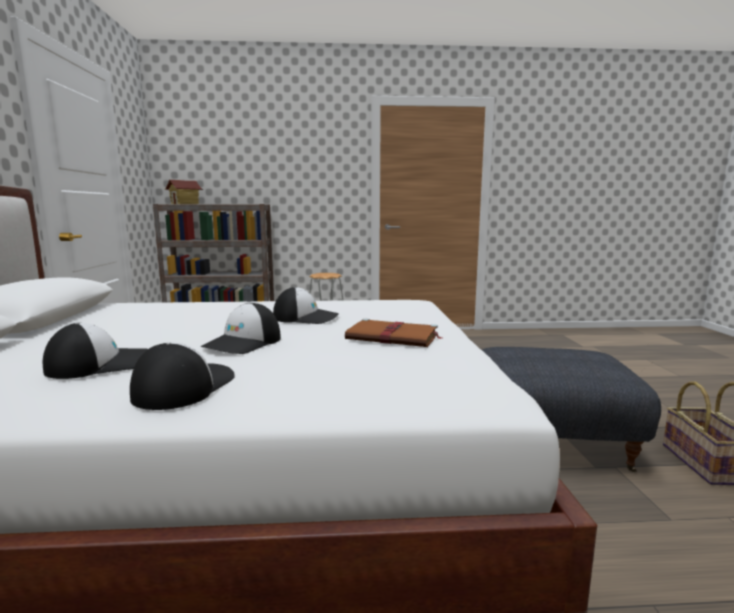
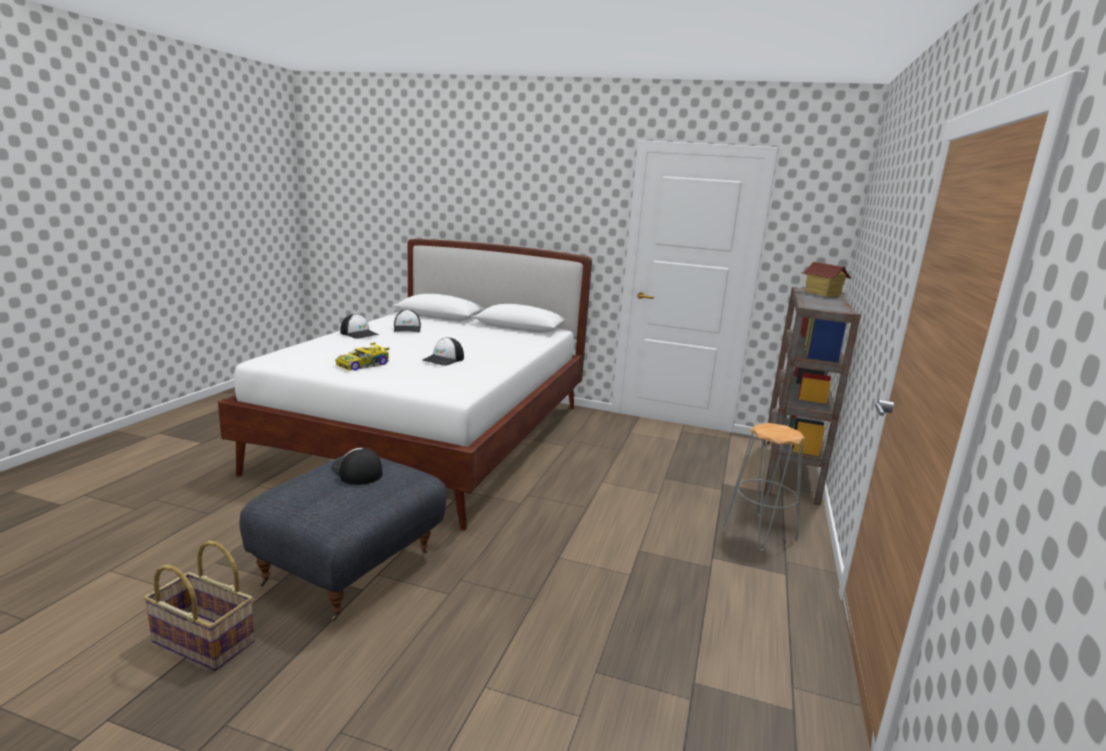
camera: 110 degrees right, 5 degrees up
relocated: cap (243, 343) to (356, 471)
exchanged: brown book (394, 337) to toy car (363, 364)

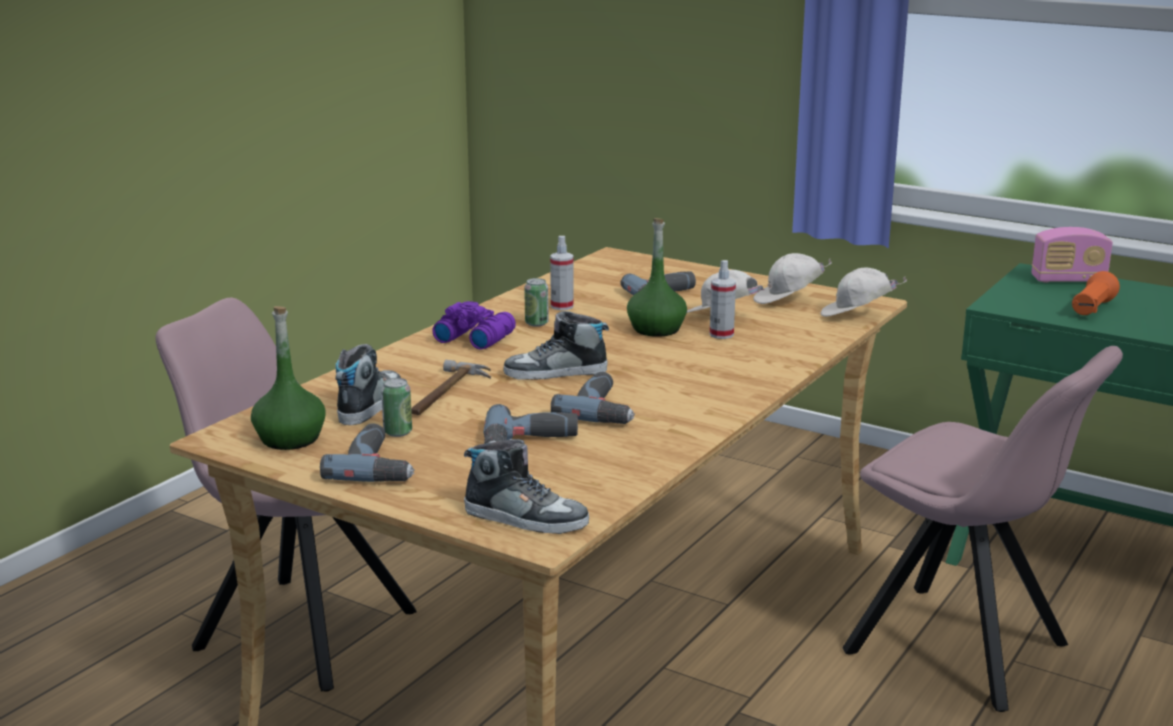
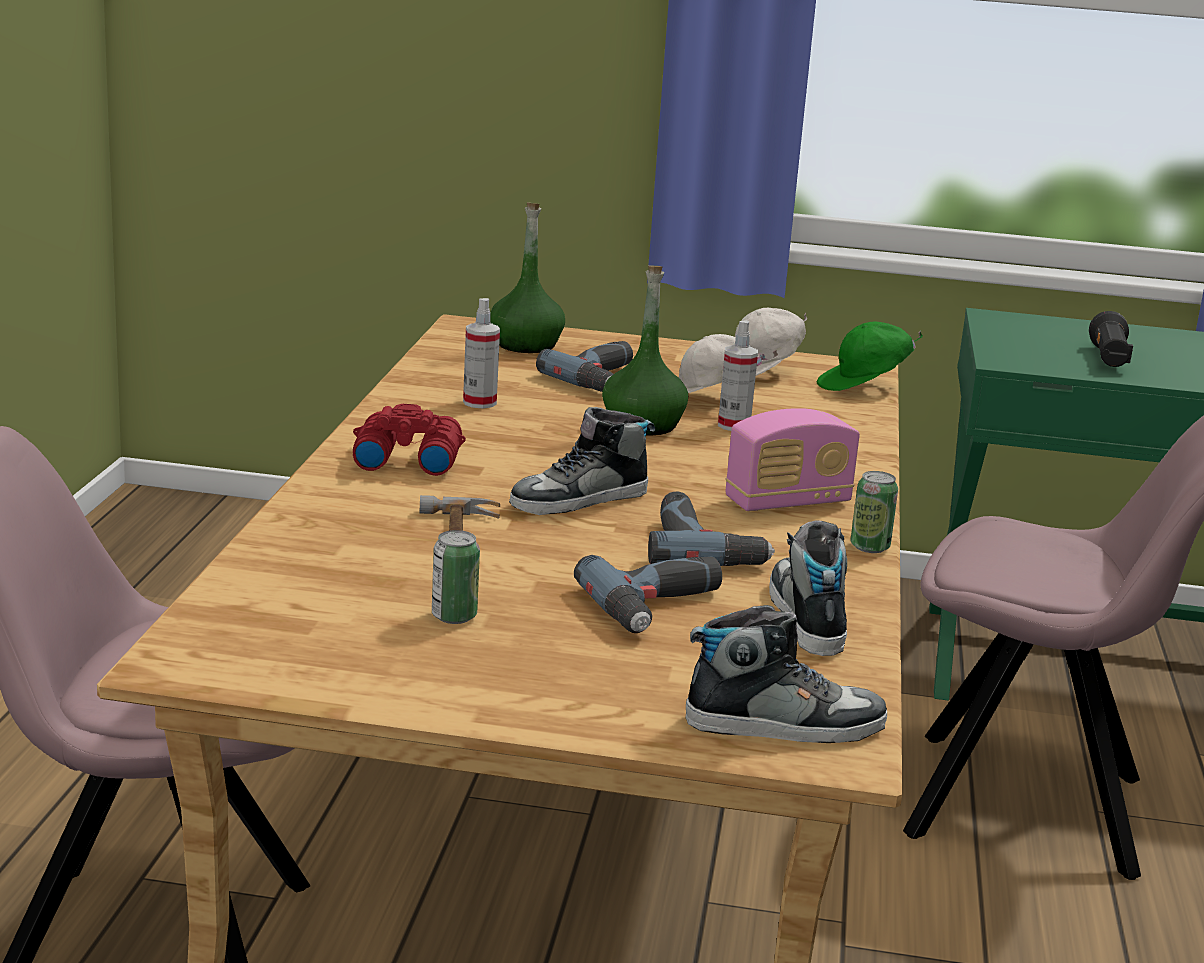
camera: 25 degrees left, 0 degrees up
missing: power drill (378, 465)
relocated: green bottle (290, 439) to (525, 345); radio (1068, 280) to (788, 502); shoe (370, 405) to (806, 617); can (536, 323) to (869, 547)
colour: purple binoculars (474, 337) to red binoculars (405, 458); white cap (857, 315) to green cap (865, 386); orange flashlight (1091, 309) to black flashlight (1108, 359)

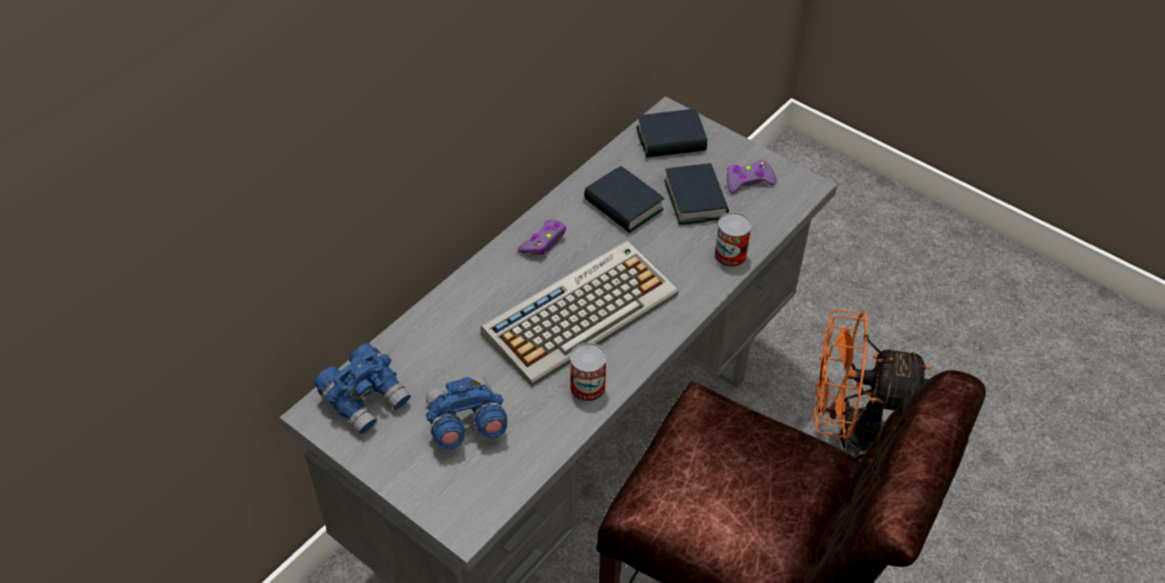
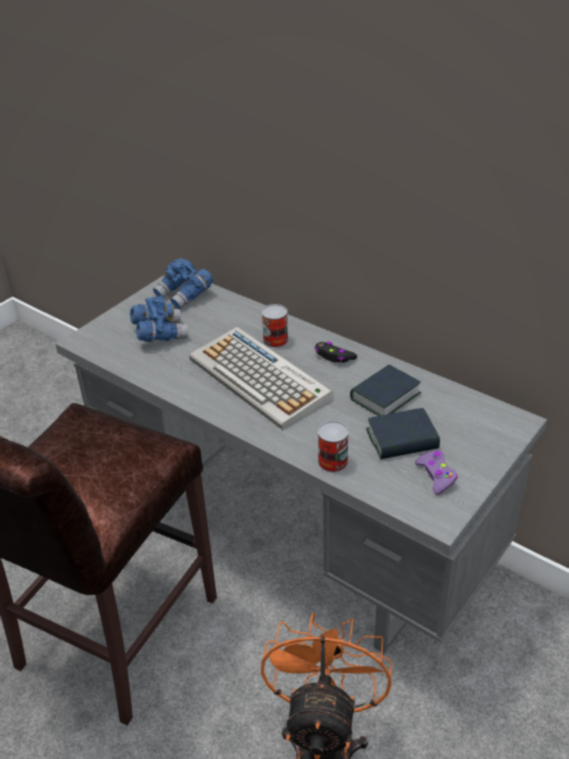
camera: 90 degrees right, 10 degrees down
missing: book (671, 140)
relocated: can (587, 387) to (275, 340)
colour: purple game controller (543, 242) to black game controller (334, 356)

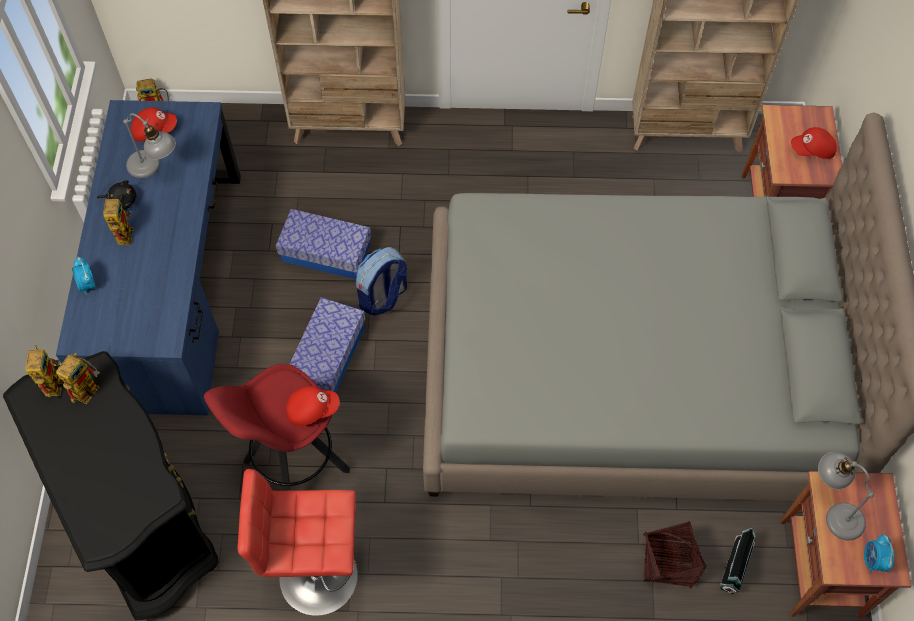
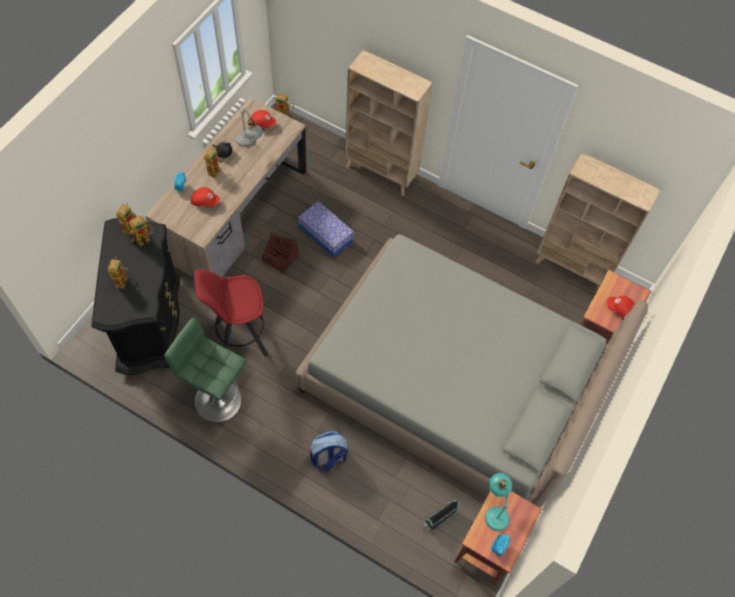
camera: 25 degrees right, 0 degrees up
missing: storage box (328, 355)
appeared: toy robot (121, 279)
relocated: red cap (312, 409) to (205, 201); basket (668, 562) to (280, 259); backpack (383, 297) to (328, 458)
colour: blue desk (172, 288) to brown desk (235, 213); red stool (317, 576) to green stool (217, 399); grey table lamp (833, 507) to turquoise table lamp (495, 507)

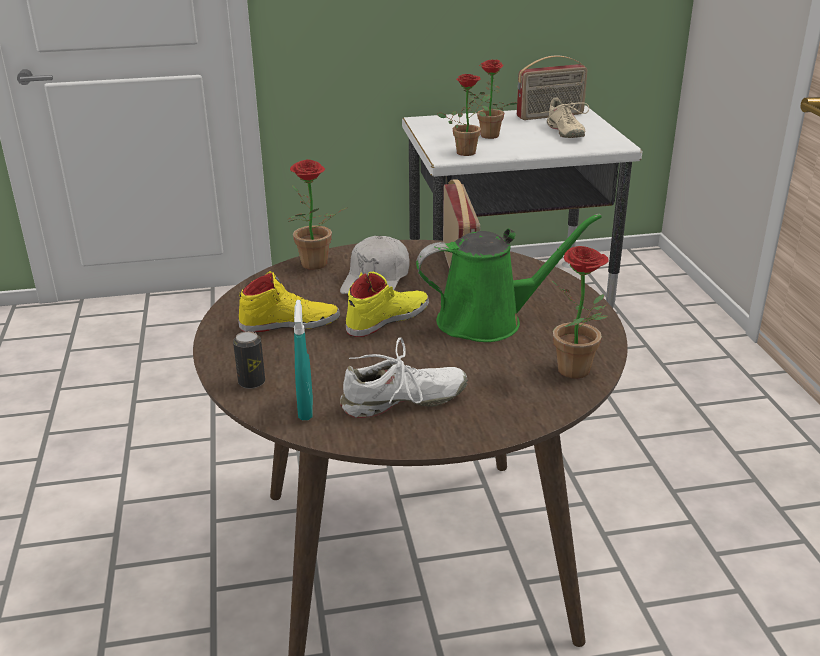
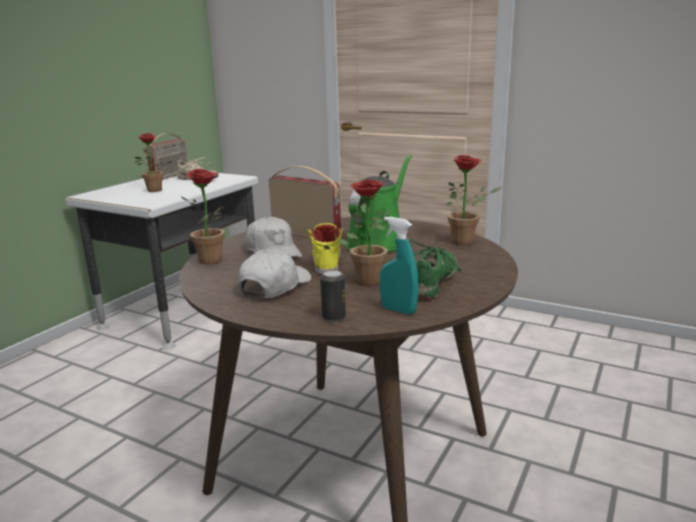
camera: 50 degrees left, 10 degrees down
relocated: potted plant (467, 151) to (366, 279)
exchanged: yellow shoe (289, 322) to white cap (275, 286)
colour: white shoe (404, 402) to green shoe (433, 283)

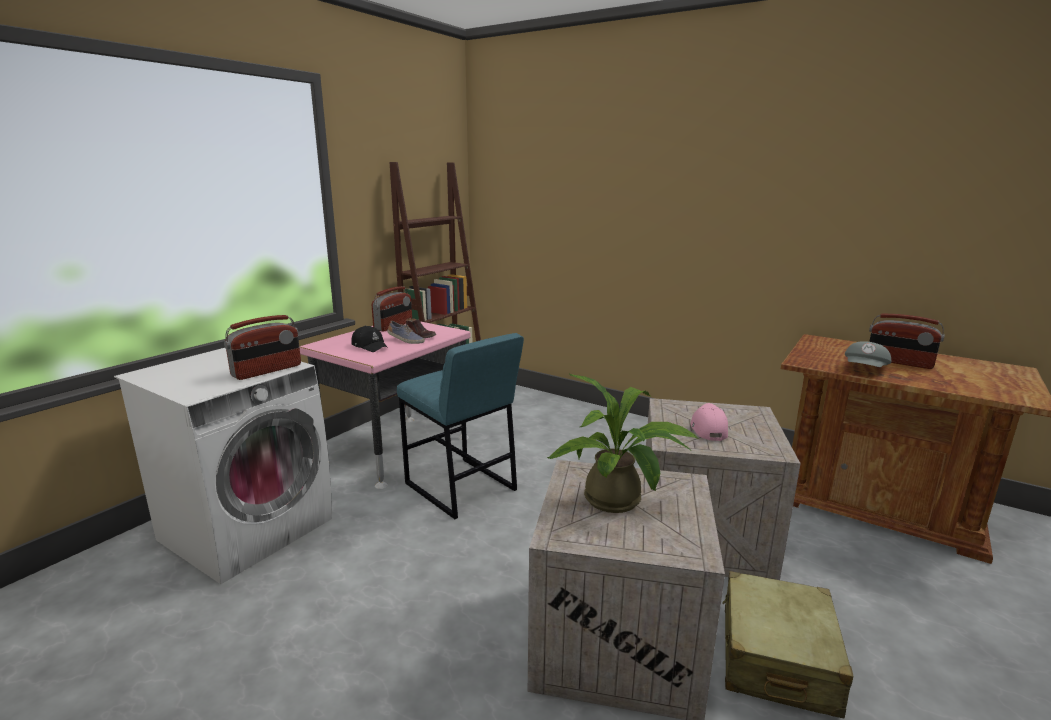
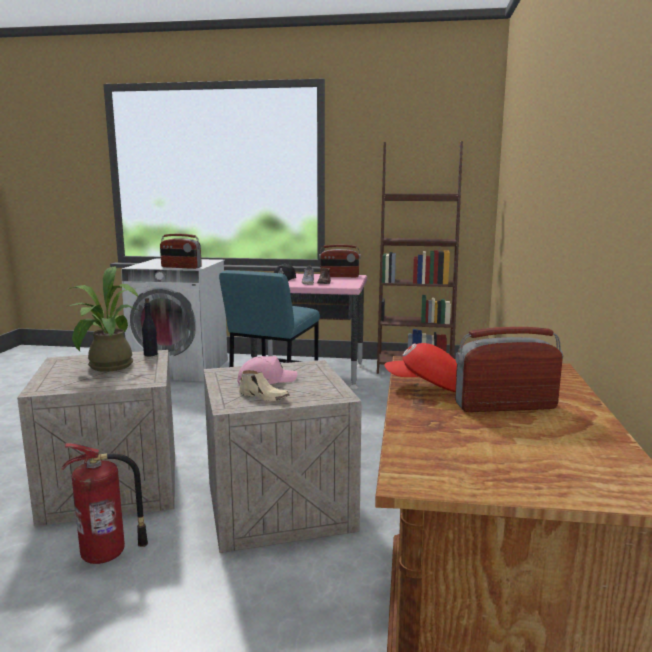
camera: 65 degrees right, 5 degrees down
appeared: black bottle (151, 354); beige shoe (264, 397)
exchanged: beige suitcase (776, 658) to fire extinguisher (107, 554)
colour: grey cap (865, 370) to red cap (427, 387)
spun: radio (899, 362) = (505, 406) 75 degrees clockwise

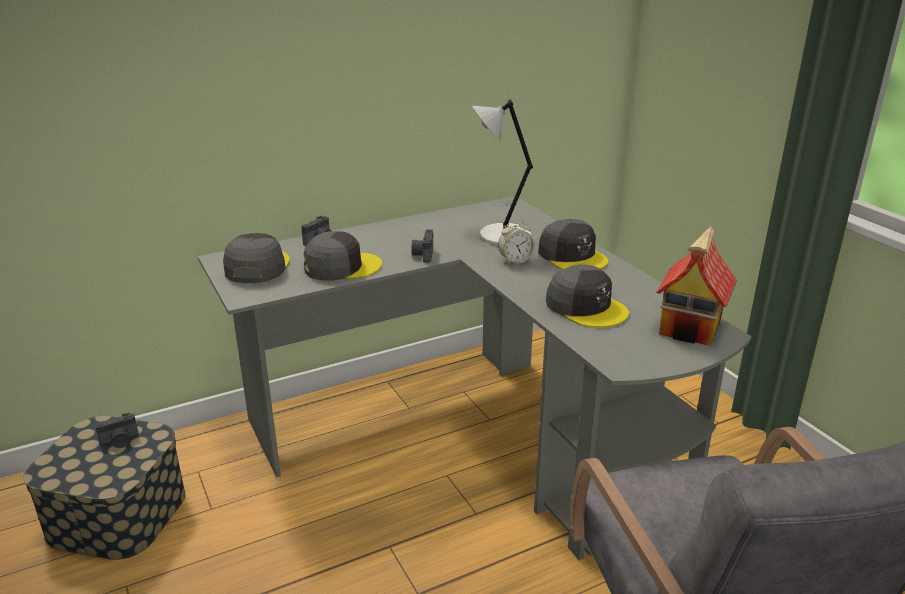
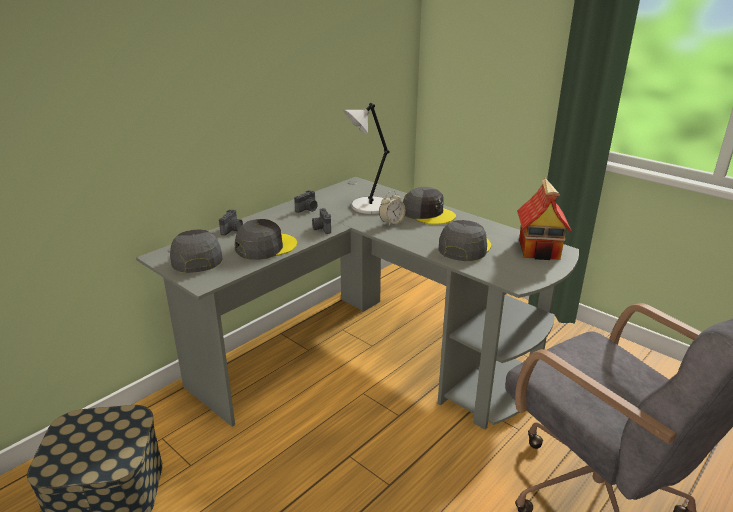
camera: 20 degrees left, 0 degrees up
relocated: photo camera (120, 441) to (308, 209)
spun: grey cap (586, 307) = (464, 247) 90 degrees counterclockwise

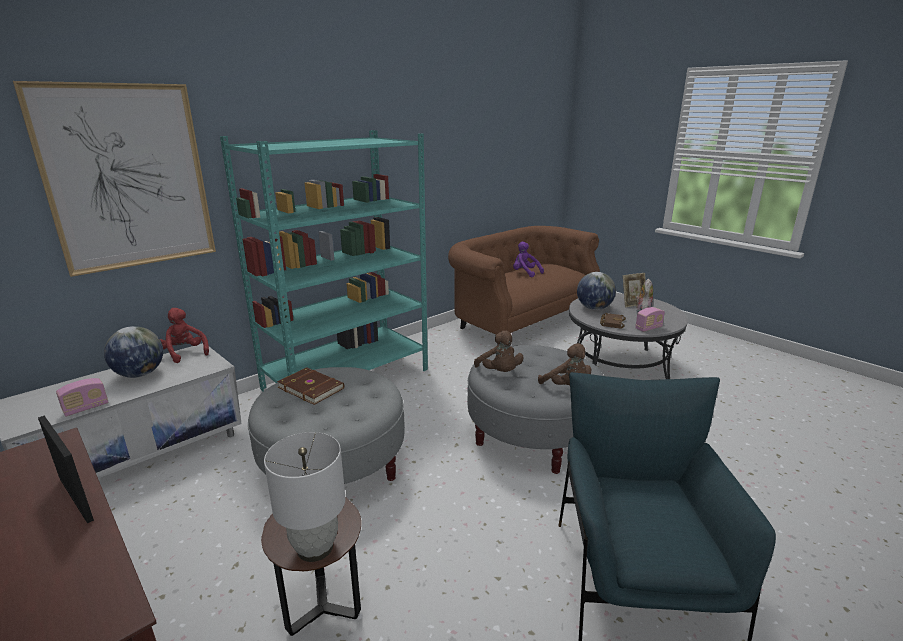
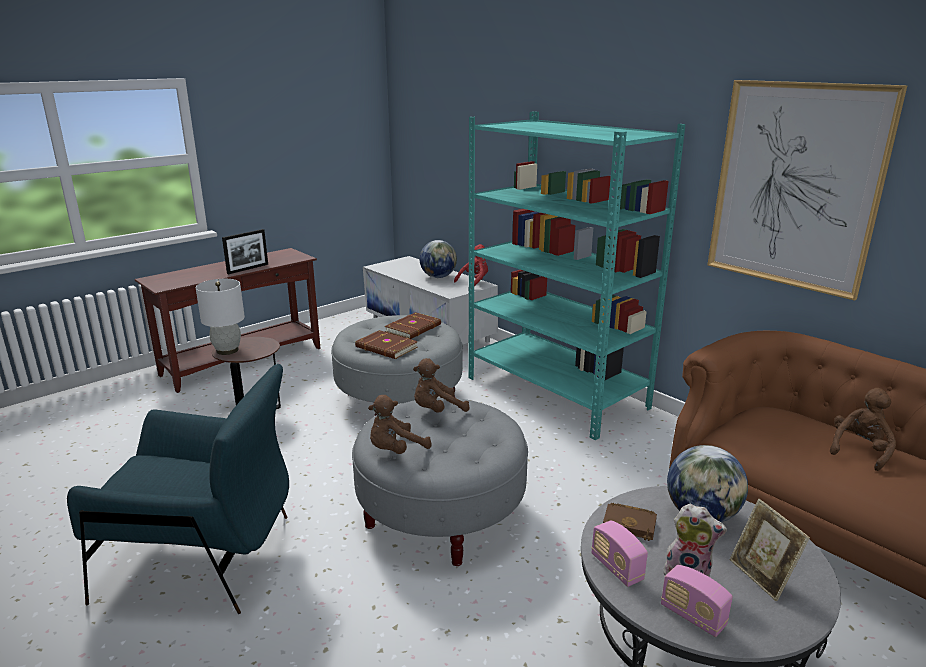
camera: 90 degrees right, 0 degrees up
appeared: brown book (386, 348)
relocated: radio (86, 408) to (692, 616); picture (128, 178) to (795, 186)
colour: purple plush toy (525, 273) to brown plush toy (859, 450)

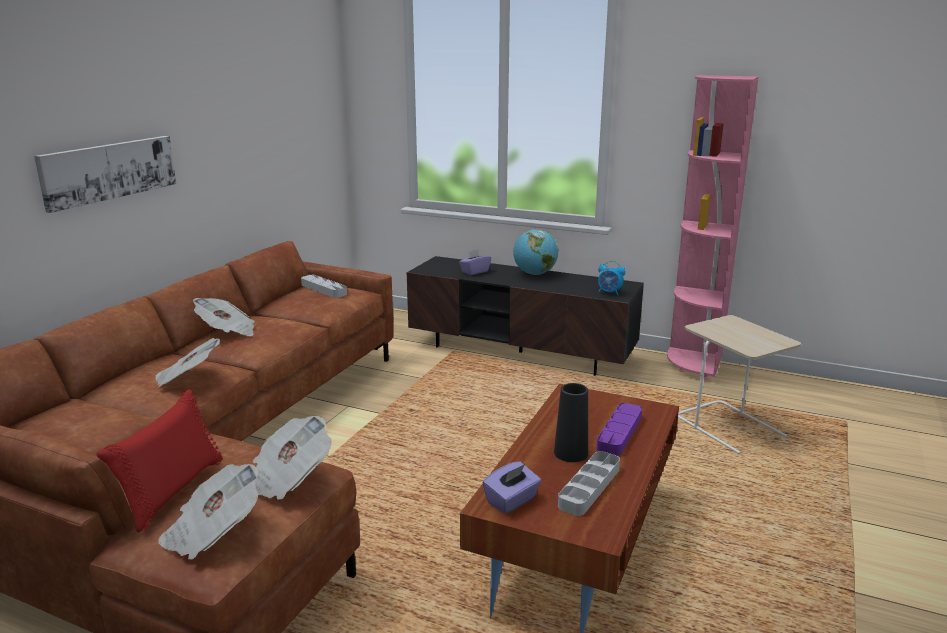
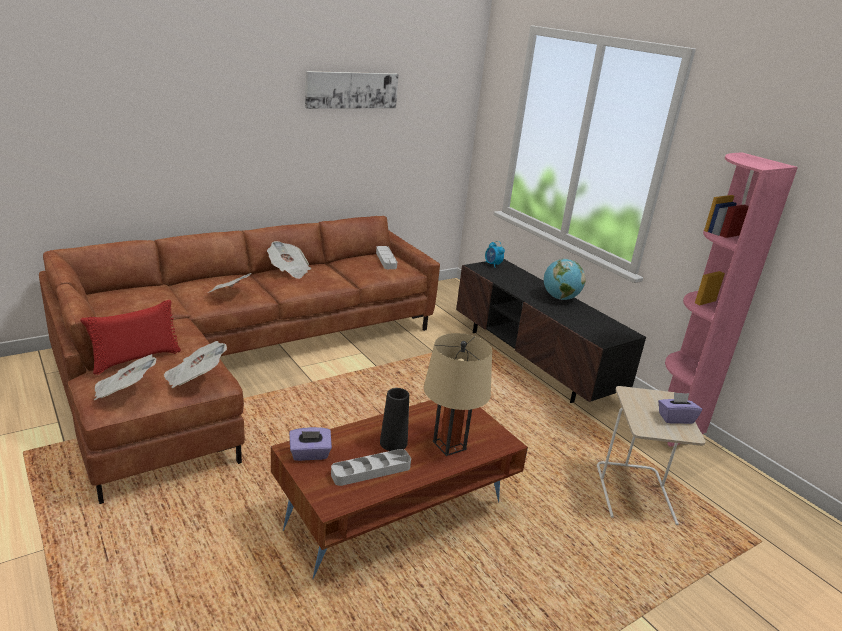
camera: 30 degrees right, 5 degrees up
relocated: picture (109, 171) to (351, 90); alarm clock (609, 293) to (492, 265); purple tissue box (474, 271) to (675, 418)
exchanged: purple tray (619, 433) to beige table lamp (449, 445)

